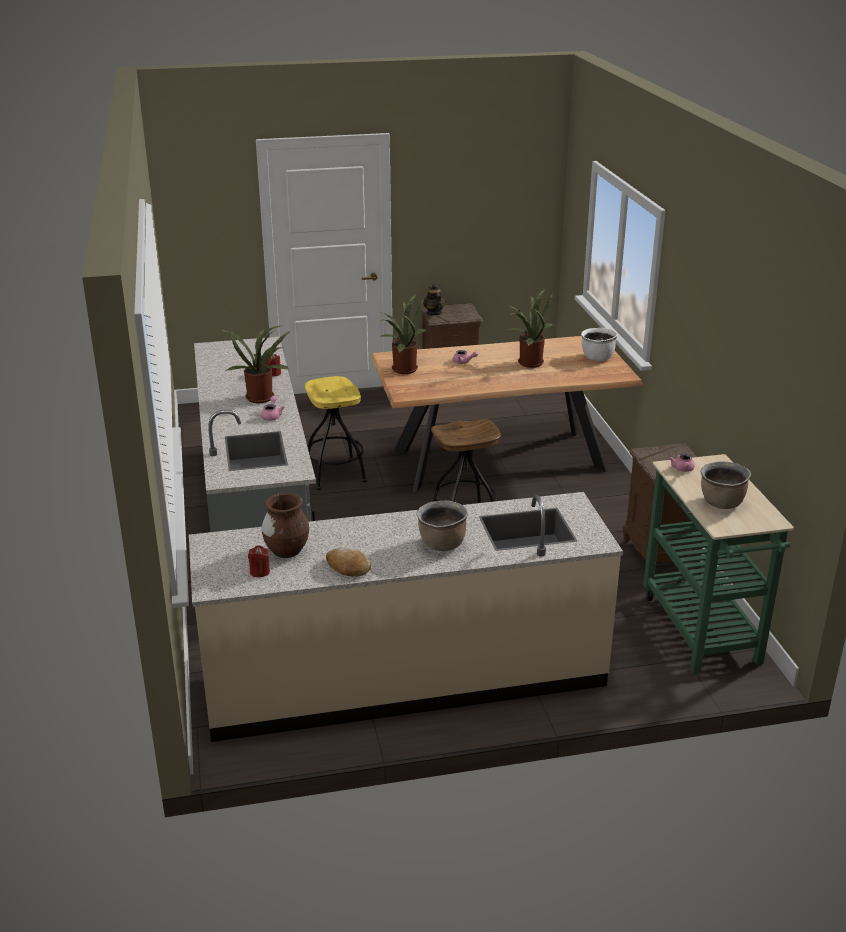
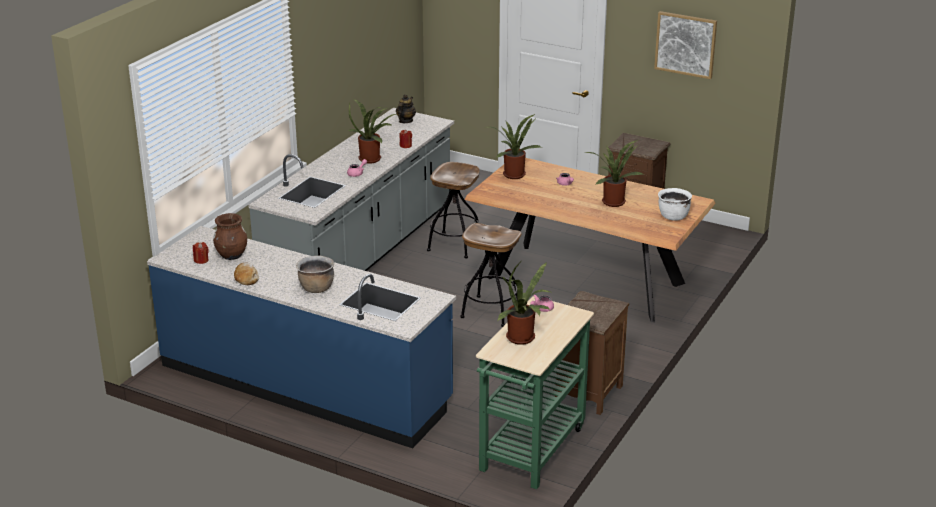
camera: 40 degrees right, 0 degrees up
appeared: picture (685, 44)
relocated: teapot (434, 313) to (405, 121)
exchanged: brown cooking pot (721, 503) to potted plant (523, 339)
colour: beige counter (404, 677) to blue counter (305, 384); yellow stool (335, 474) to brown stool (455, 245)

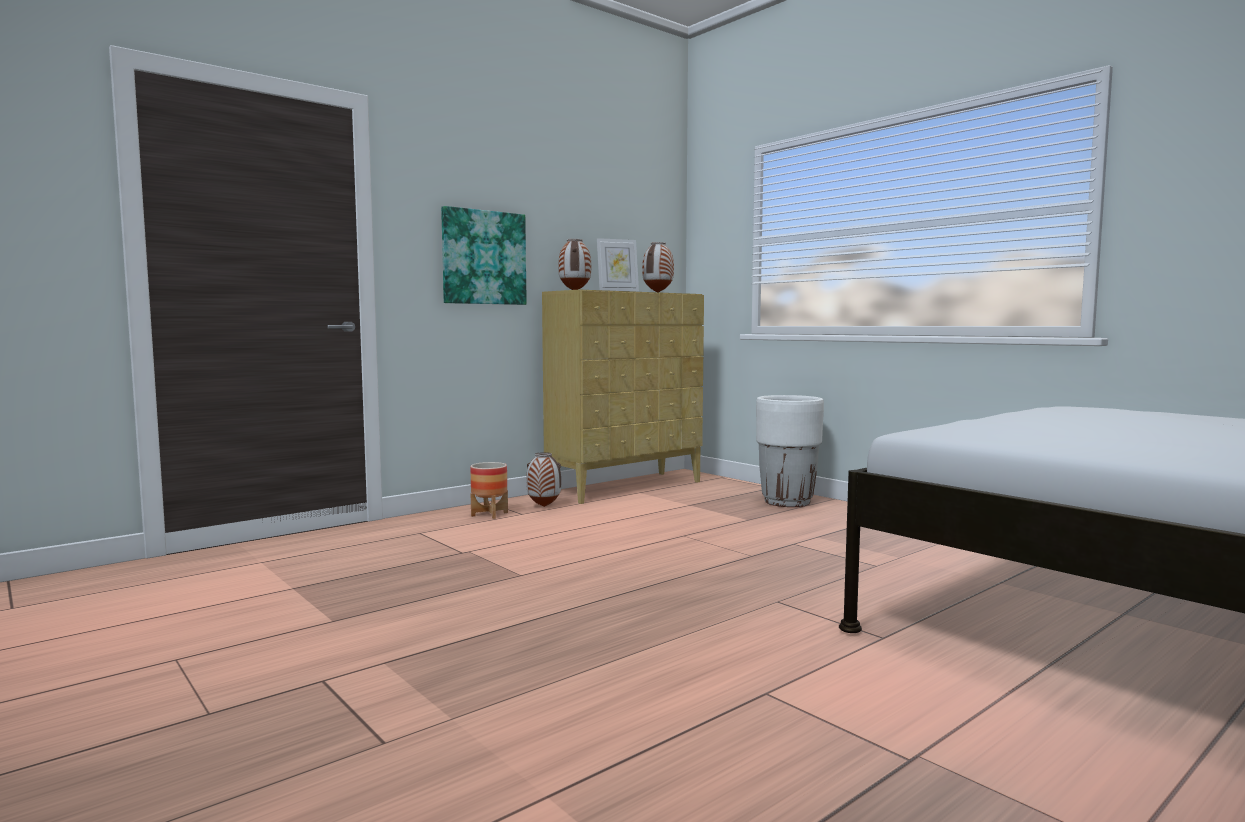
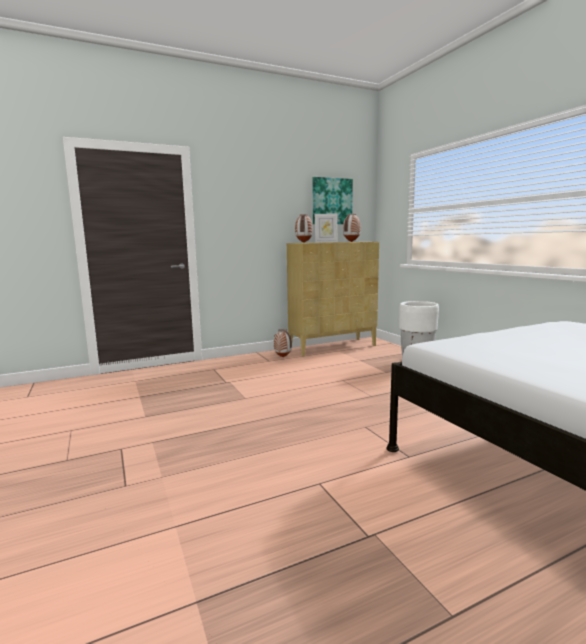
camera: 15 degrees right, 5 degrees up
missing: planter (489, 514)
relocated: picture (483, 257) to (331, 201)

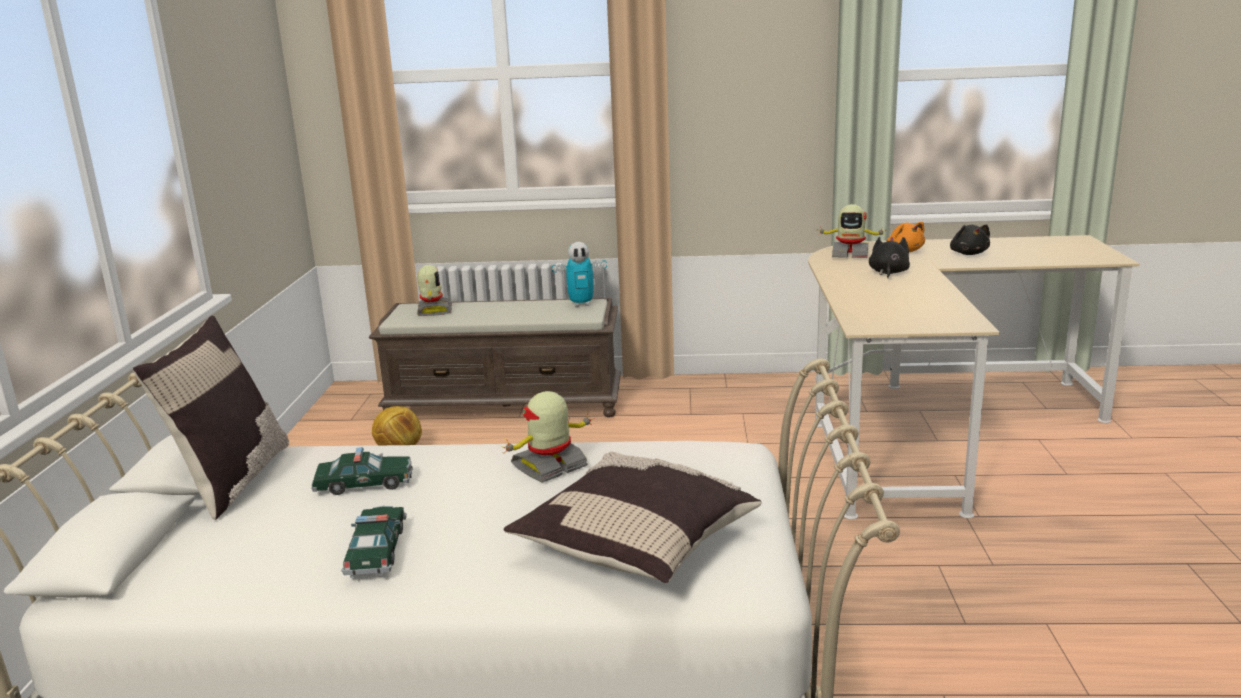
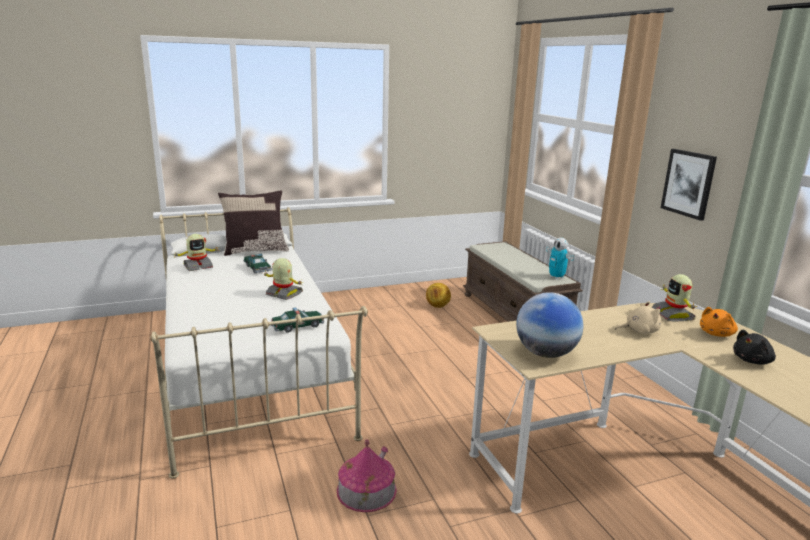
camera: 65 degrees right, 0 degrees up
missing: pillow (636, 543)
appeared: toy house (366, 490); globe (545, 353); picture (688, 183)
relocated: toy robot (433, 311) to (198, 266); toy car (377, 551) to (298, 326)
colour: black plush toy (888, 273) to beige plush toy (639, 331)

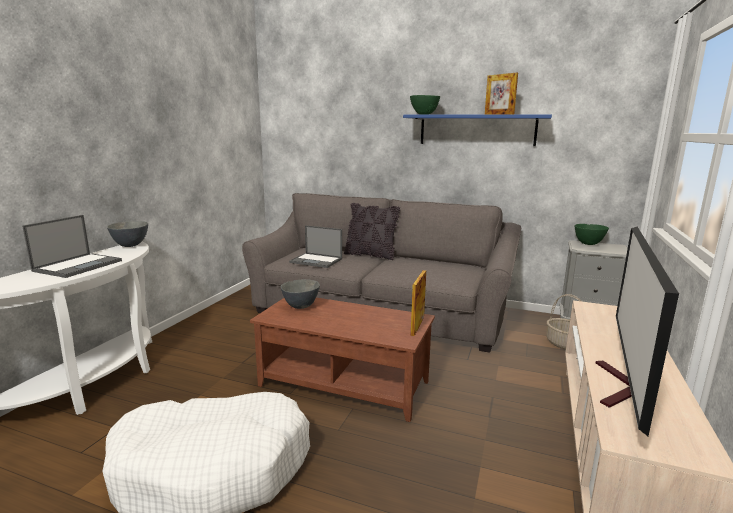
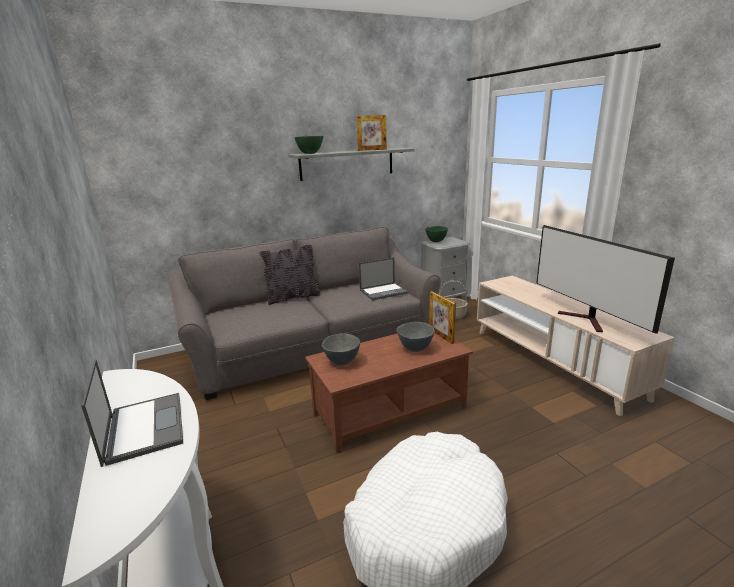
camera: 45 degrees left, 5 degrees up
relocated: laptop (317, 261) to (384, 291); grey bowl (130, 246) to (415, 349)
colour: blue shelf (477, 130) to grey shelf (347, 164)

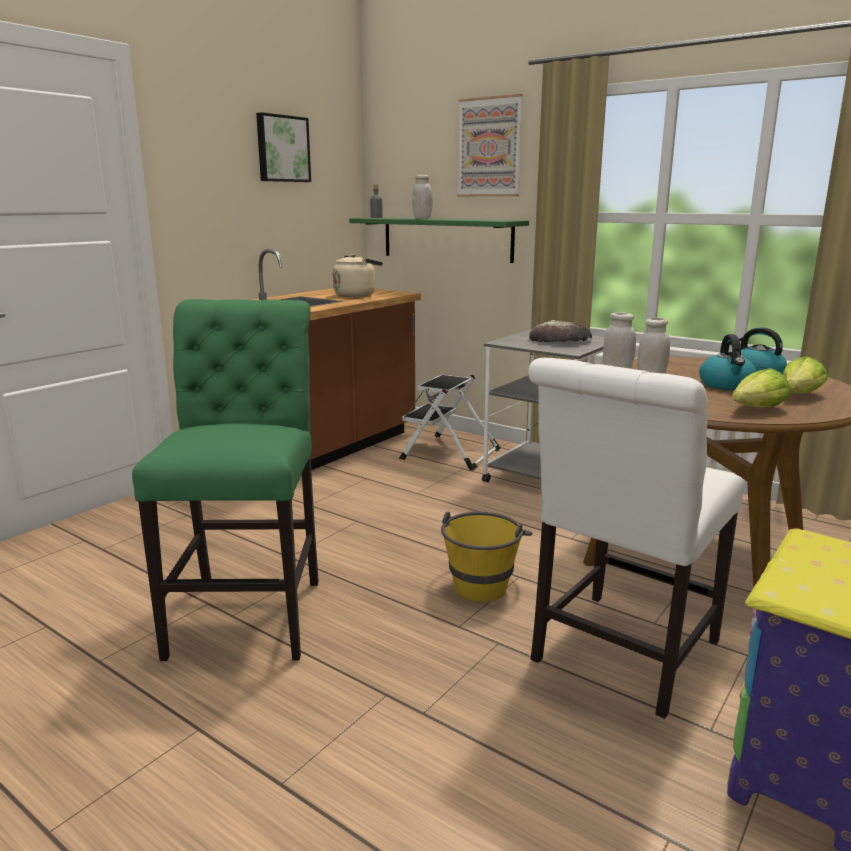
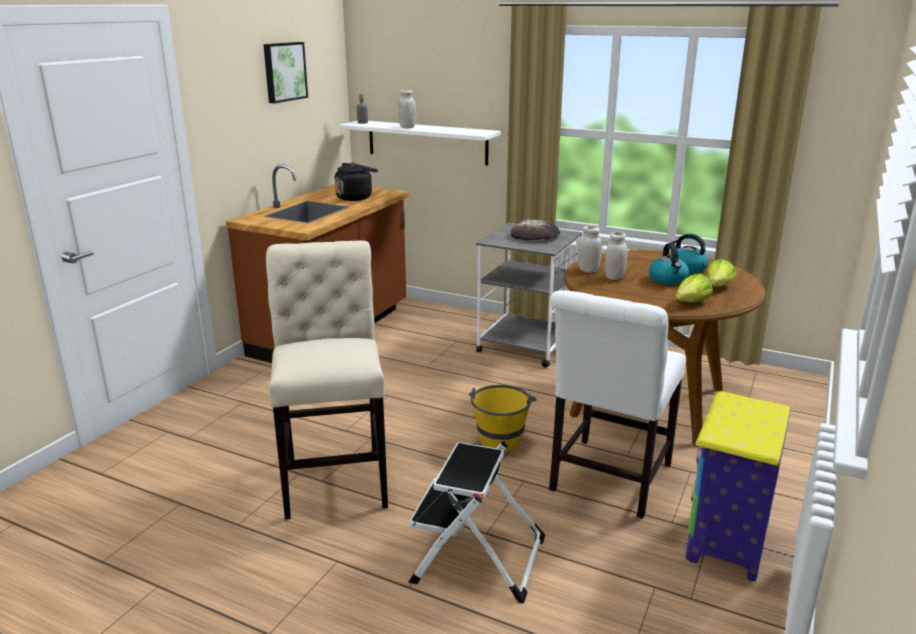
camera: 10 degrees left, 5 degrees up
missing: picture (489, 147)
relocated: step ladder (449, 452) to (477, 555)
colour: green stool (251, 612) to beige stool (336, 477); beige kettle (357, 295) to black kettle (356, 197); green shelf (446, 239) to white shelf (427, 142)

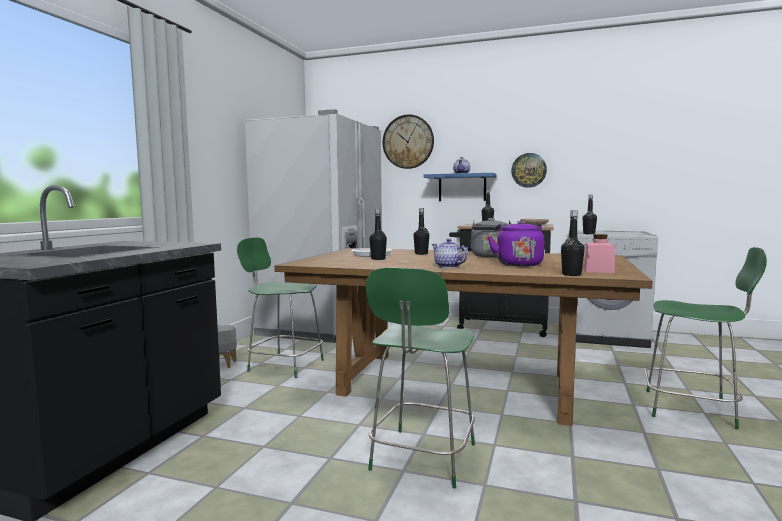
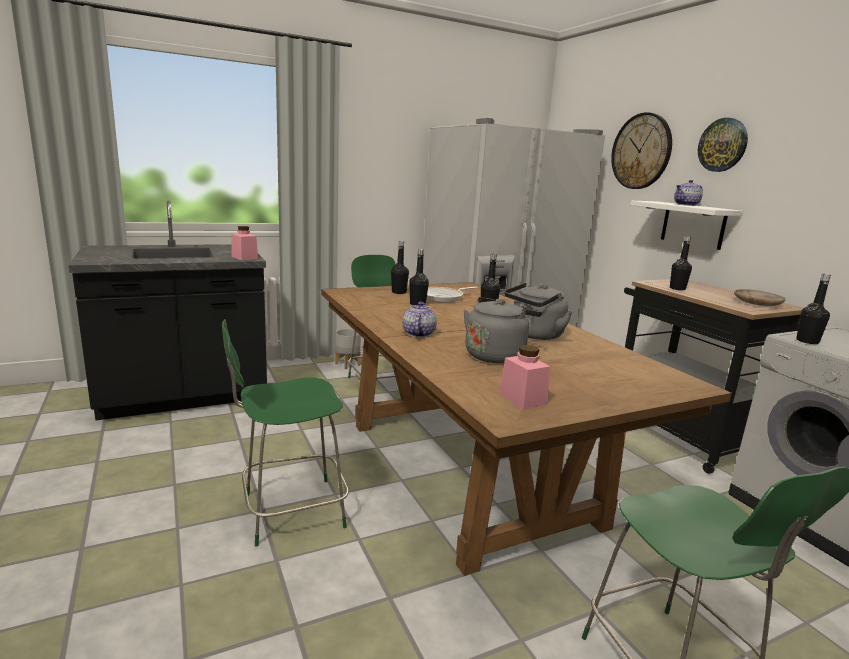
camera: 45 degrees right, 10 degrees up
appeared: pink jar (244, 257)
relocated: black bottle (571, 274) to (399, 292); wall clock (529, 170) to (722, 145)
colour: purple kettle (518, 264) to grey kettle (496, 355); blue shelf (462, 187) to white shelf (693, 225)

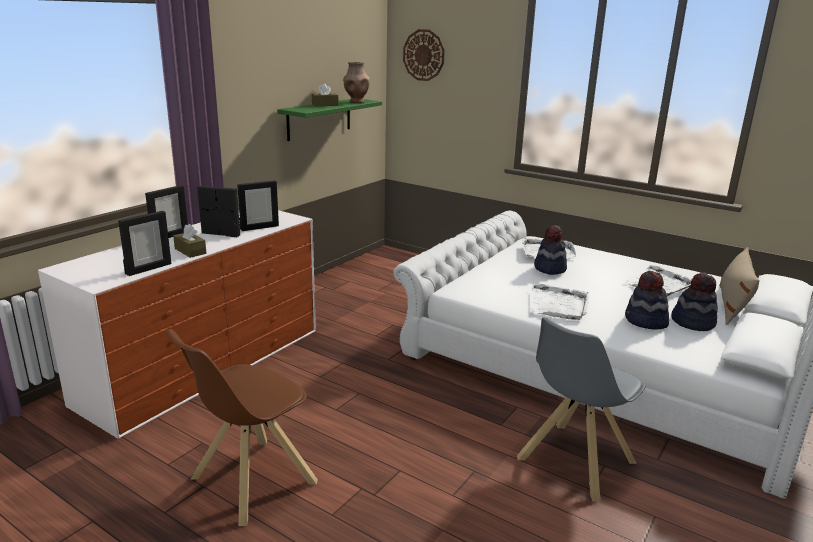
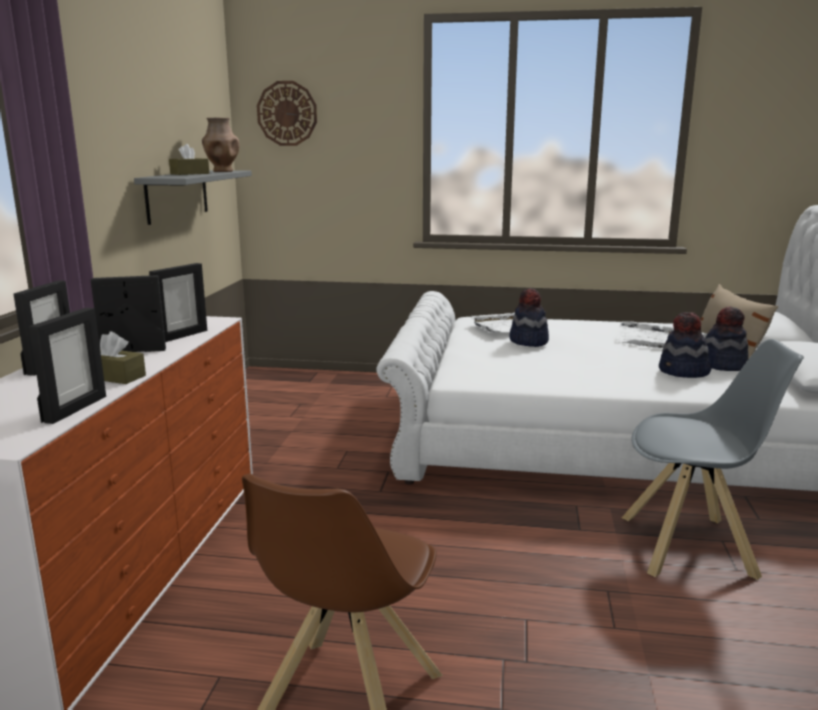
camera: 25 degrees left, 5 degrees down
missing: white tray (558, 305)
colour: green shelf (319, 119) to grey shelf (177, 195)
spun: grey chair (573, 461) = (691, 546) 105 degrees counterclockwise

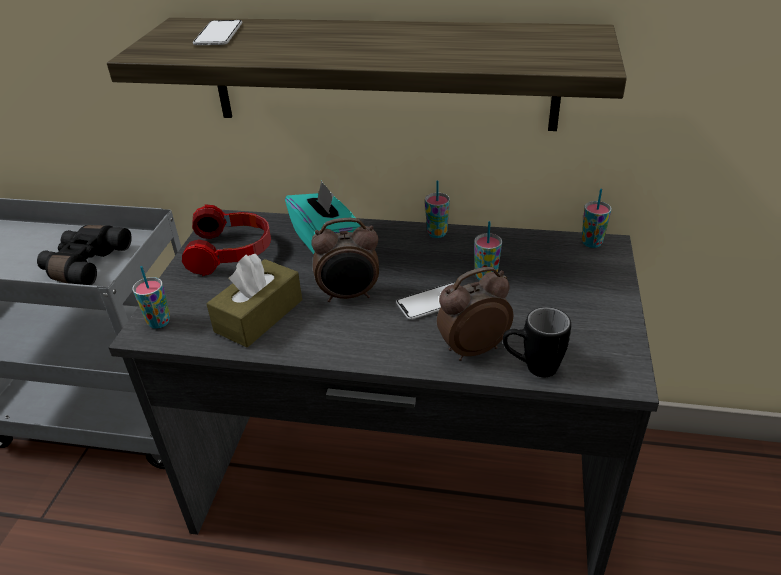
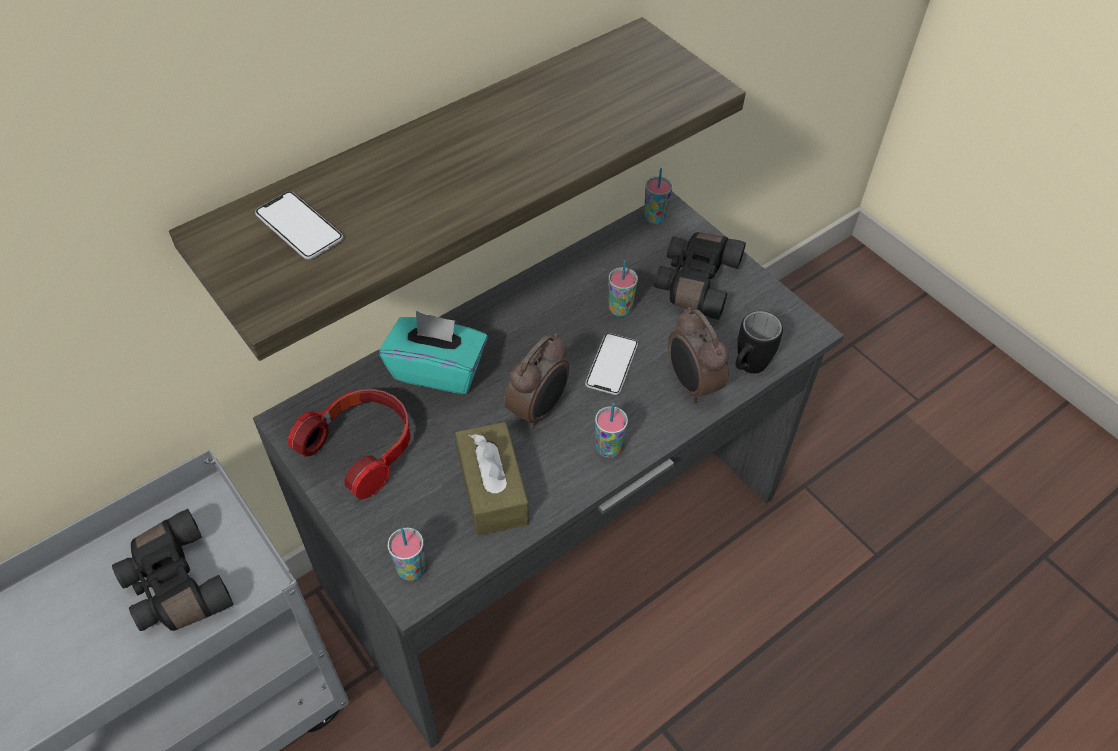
camera: 50 degrees left, 15 degrees up
appeared: black binoculars (695, 282)
relocated: cup (437, 233) to (608, 449)
spun: alarm clock (472, 348) = (691, 384) 45 degrees counterclockwise

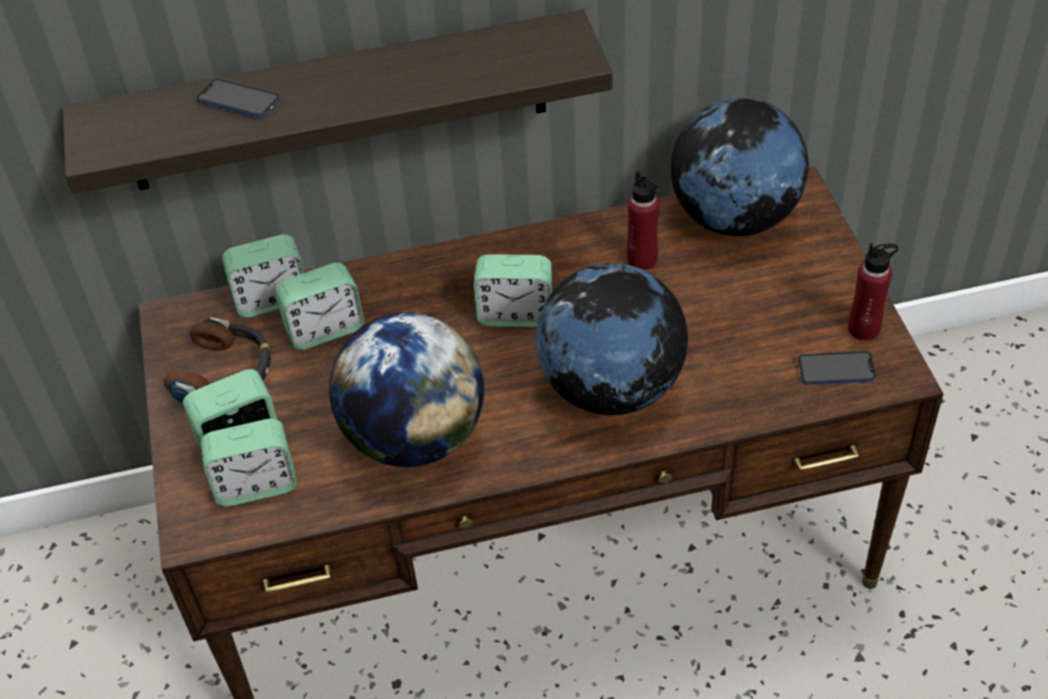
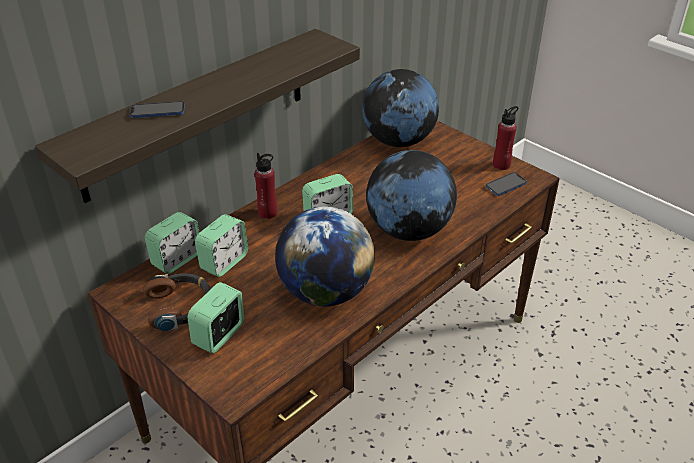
camera: 35 degrees left, 10 degrees down
missing: alarm clock (256, 484)
relocated: red bottle (642, 259) to (267, 213)

